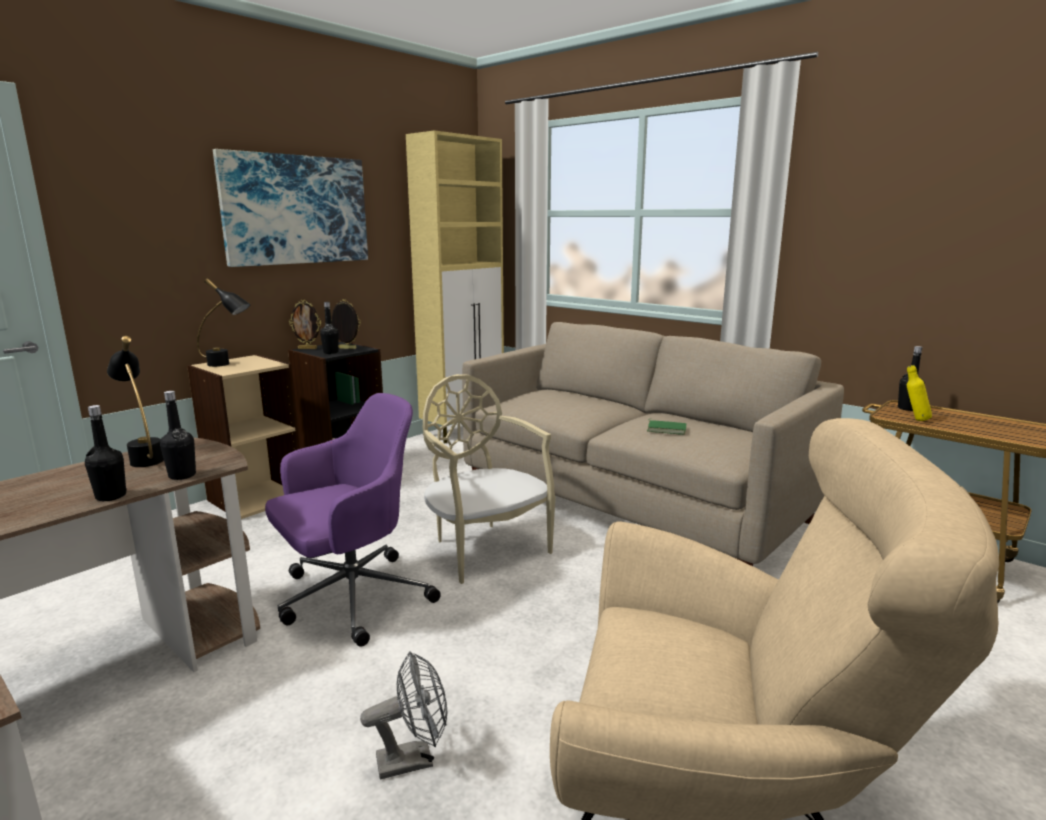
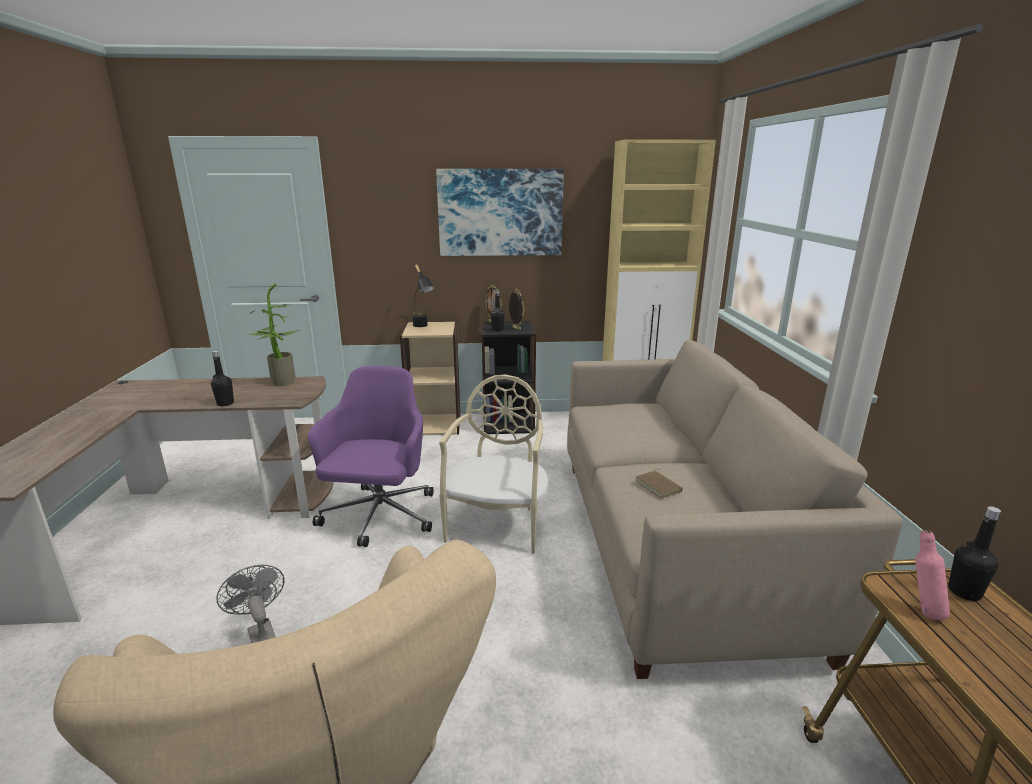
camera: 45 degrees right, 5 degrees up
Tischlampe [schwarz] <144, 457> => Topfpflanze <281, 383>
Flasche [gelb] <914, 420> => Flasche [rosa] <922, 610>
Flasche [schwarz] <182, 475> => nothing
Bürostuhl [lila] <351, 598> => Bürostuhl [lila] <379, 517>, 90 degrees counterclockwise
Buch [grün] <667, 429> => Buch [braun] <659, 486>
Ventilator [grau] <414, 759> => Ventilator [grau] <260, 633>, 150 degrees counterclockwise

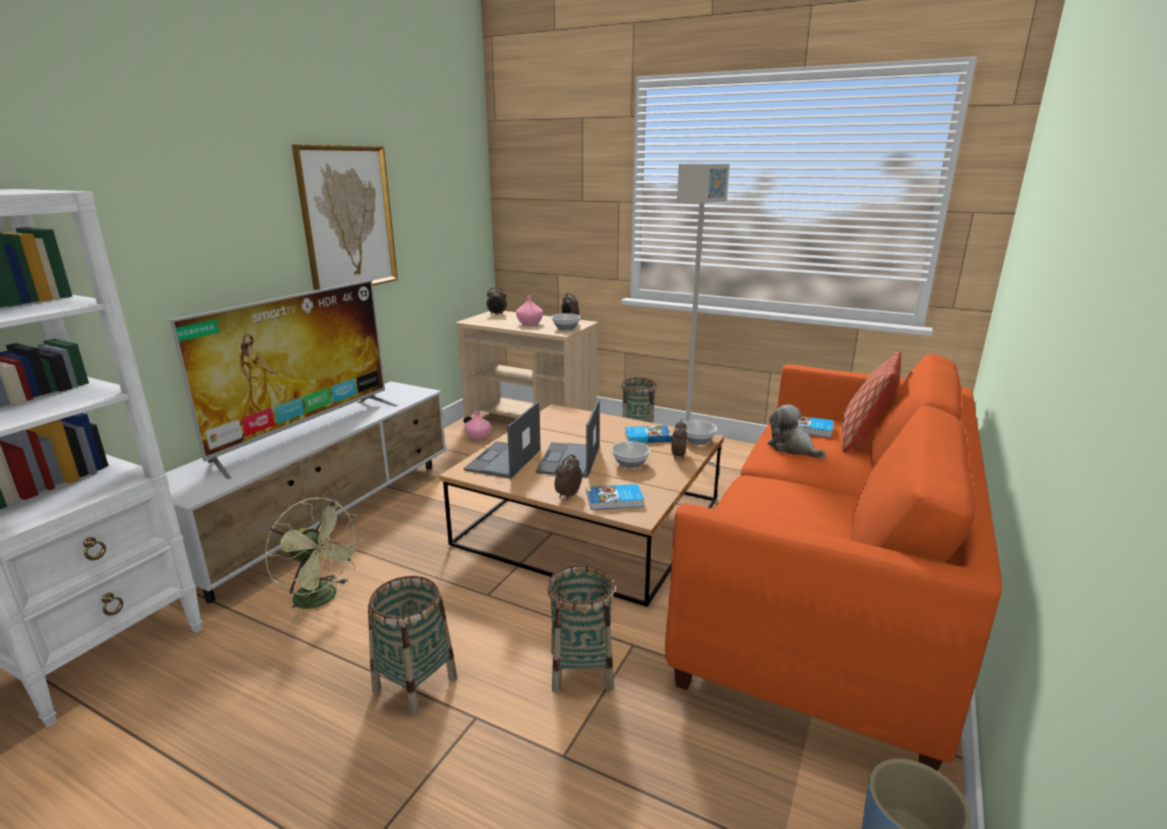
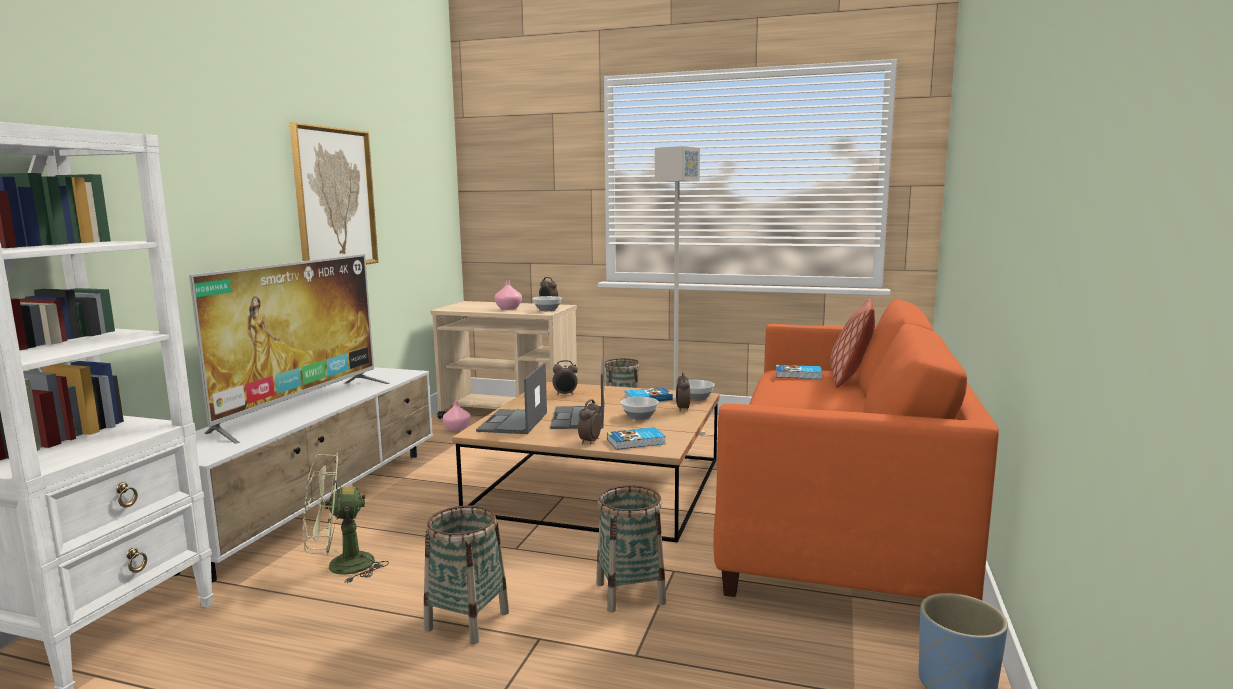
camera: 10 degrees left, 10 degrees down
Wecker <497, 315> => Wecker <565, 394>, move
Plüschtier <792, 448> => nothing
Ventilator [grün] <323, 599> => Ventilator [grün] <340, 567>, 135 degrees clockwise

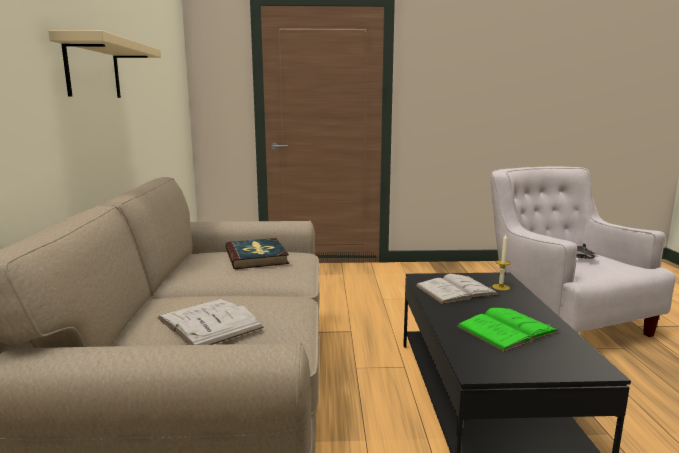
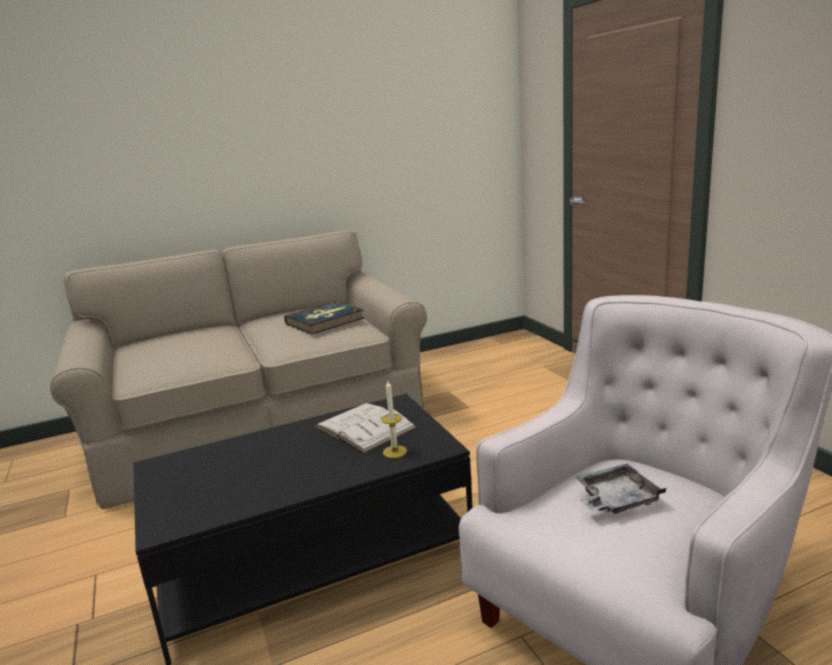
camera: 70 degrees right, 5 degrees up
Wandregal [beige] <93, 69> => nothing
Buch [weiß] <209, 323> => nothing
Buch [grün] <507, 329> => nothing

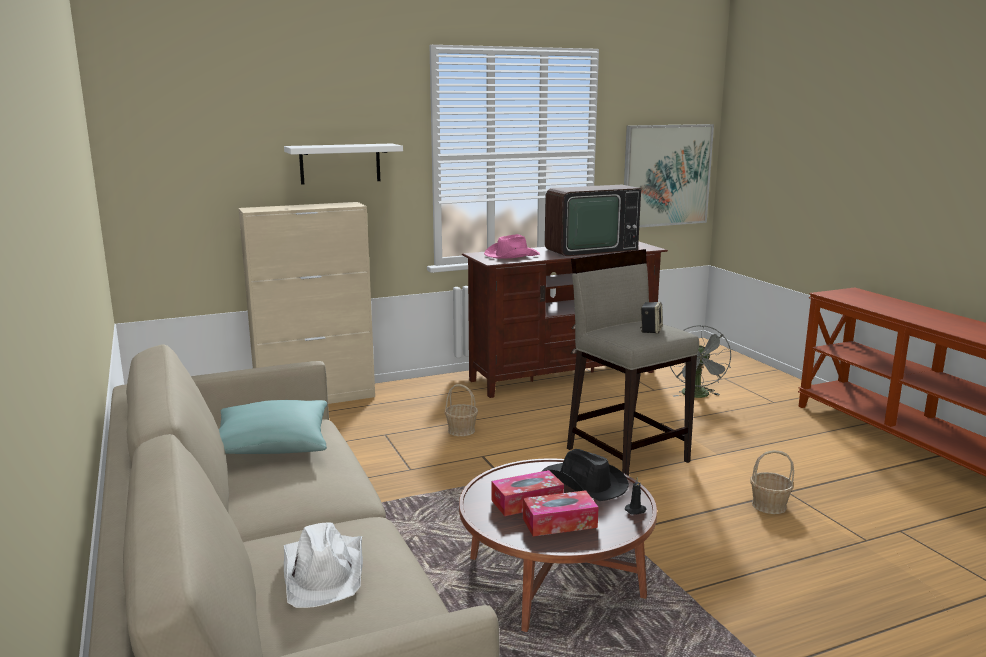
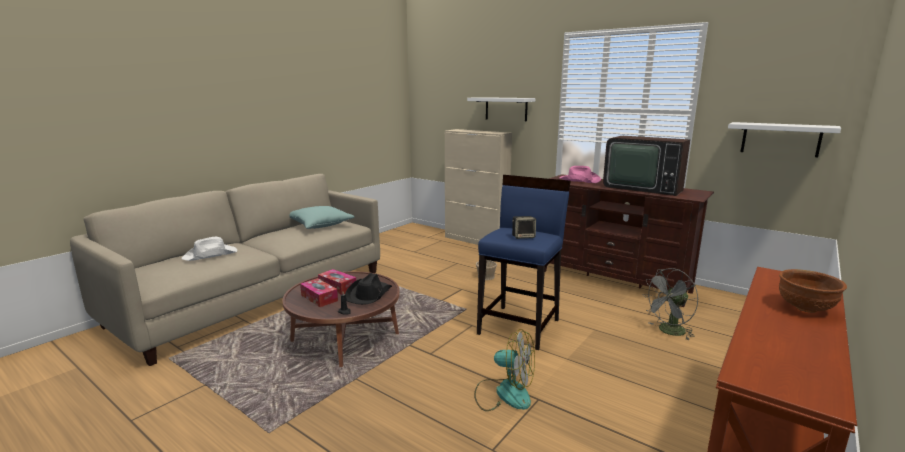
camera: 60 degrees right, 0 degrees up
Bild <666, 175> => Wandregal [weiß] <780, 139>
Hocker [beige] <627, 454> => Hocker [blau] <519, 326>
Korb <768, 505> => Ventilator <504, 393>
nothing => Schüssel [braun] <804, 309>

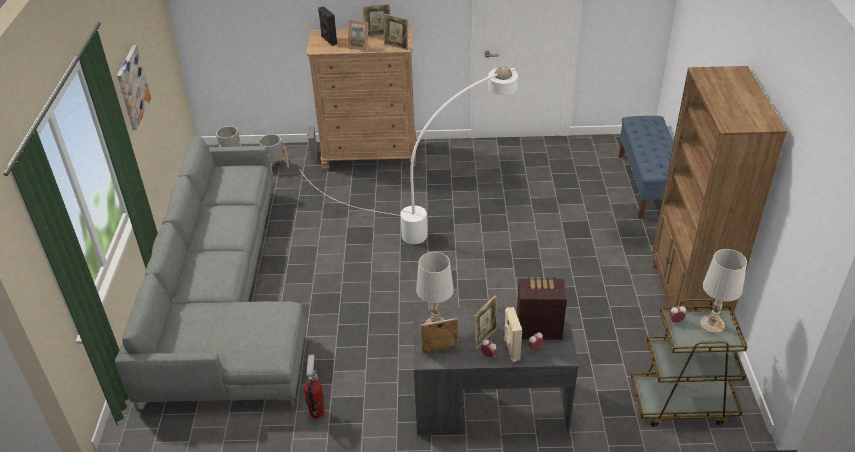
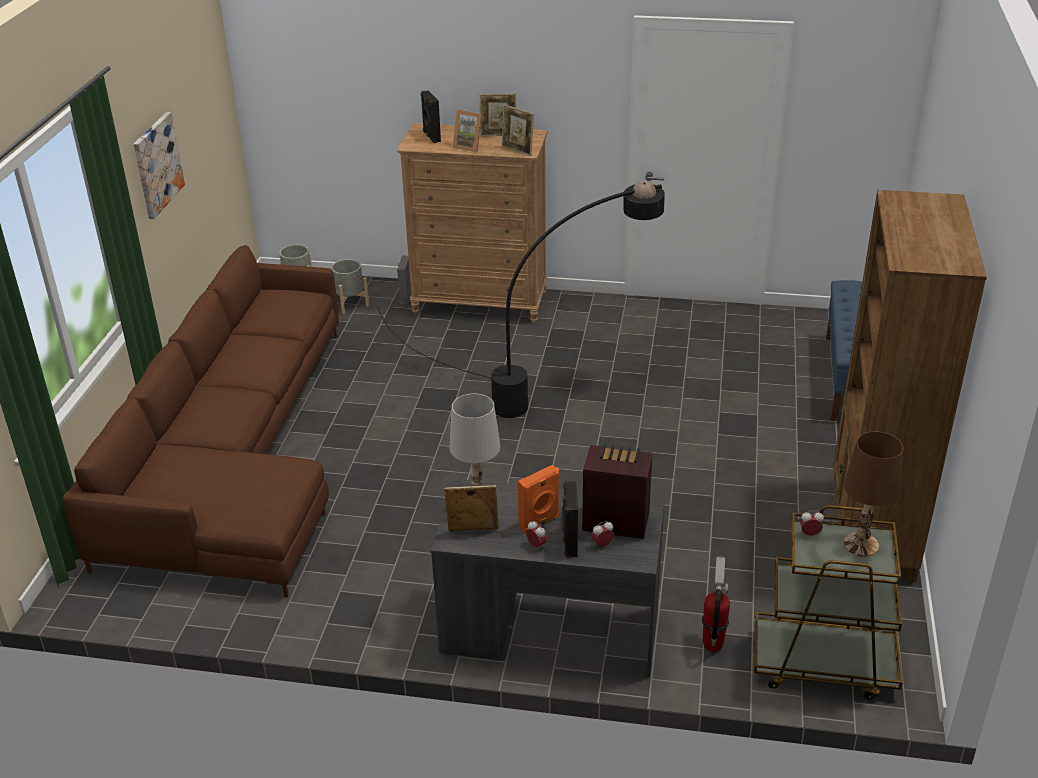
camera: 10 degrees right, 5 degrees down
Stehlampe [weiß] <434, 218> => Stehlampe [schwarz] <544, 388>
Sofa [grau] <223, 299> => Sofa [braun] <236, 456>
Tischlampe [weiß] <711, 324> => Tischlampe [braun] <860, 544>
Bilderrahmen <485, 337> => Lautsprecher [orange] <540, 523>
Lautsprecher [beige] <511, 349> => Lautsprecher [schwarz] <569, 542>
Feuerlöscher <317, 412> => Feuerlöscher <712, 644>, move

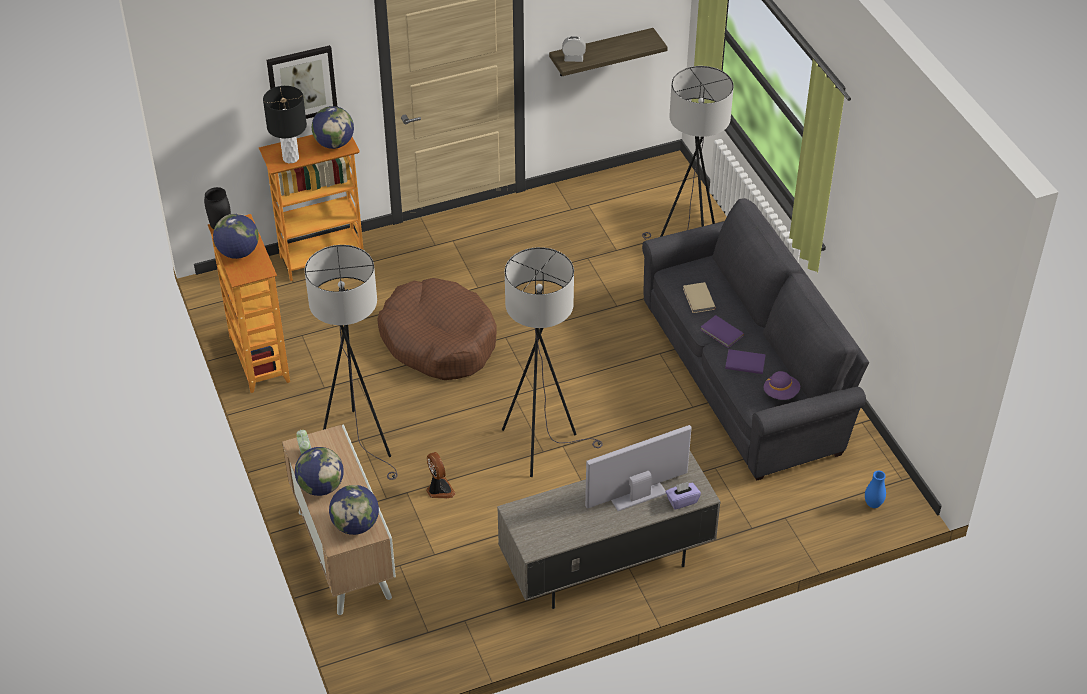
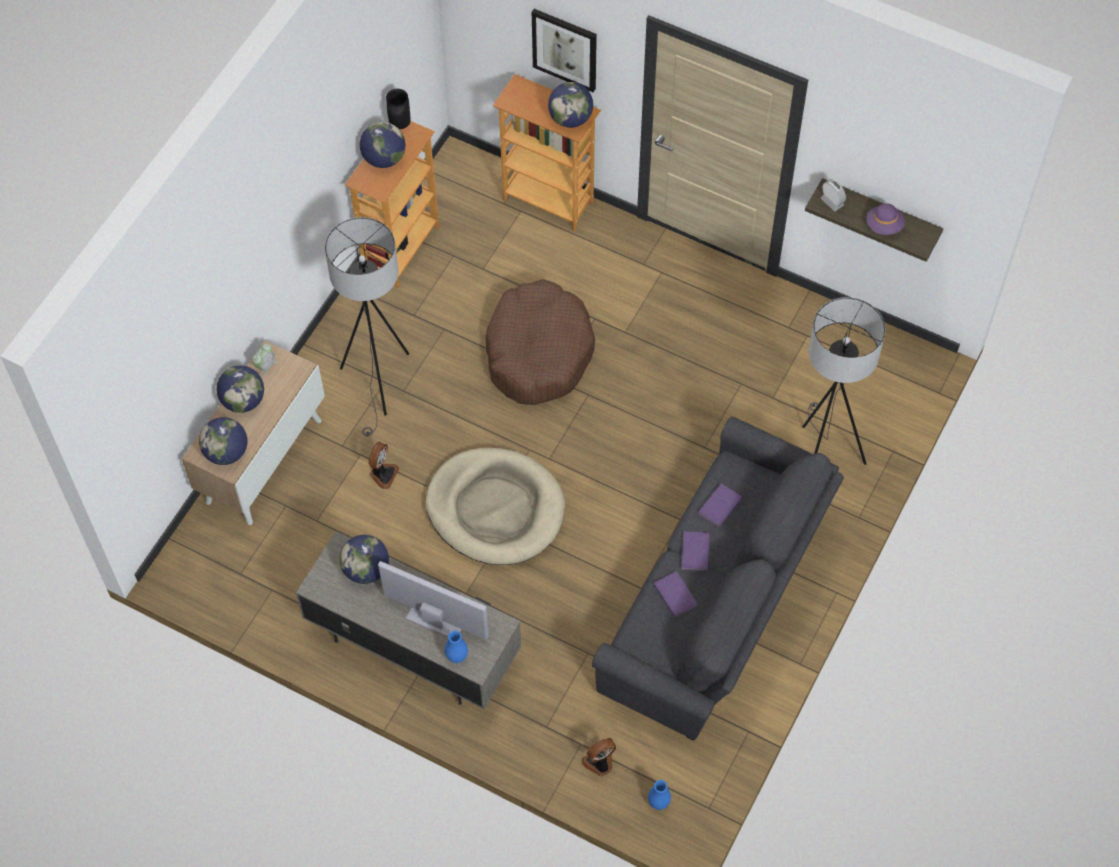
camera: 50 degrees right, 15 degrees up
Tischlampe [schwarz] <291, 158> => nothing
Stehlampe [grau] <542, 444> => Hundebett [beige] <495, 509>
Buch [beige] <698, 299> => Buch [lila] <718, 506>
Hut [lila] <781, 393> => Hut [lila] <884, 225>, move
Taschentuchbox [lila] <682, 501> => Vase [blau] <457, 657>
nothing => Globus <366, 569>
nothing => Ventilator <600, 763>

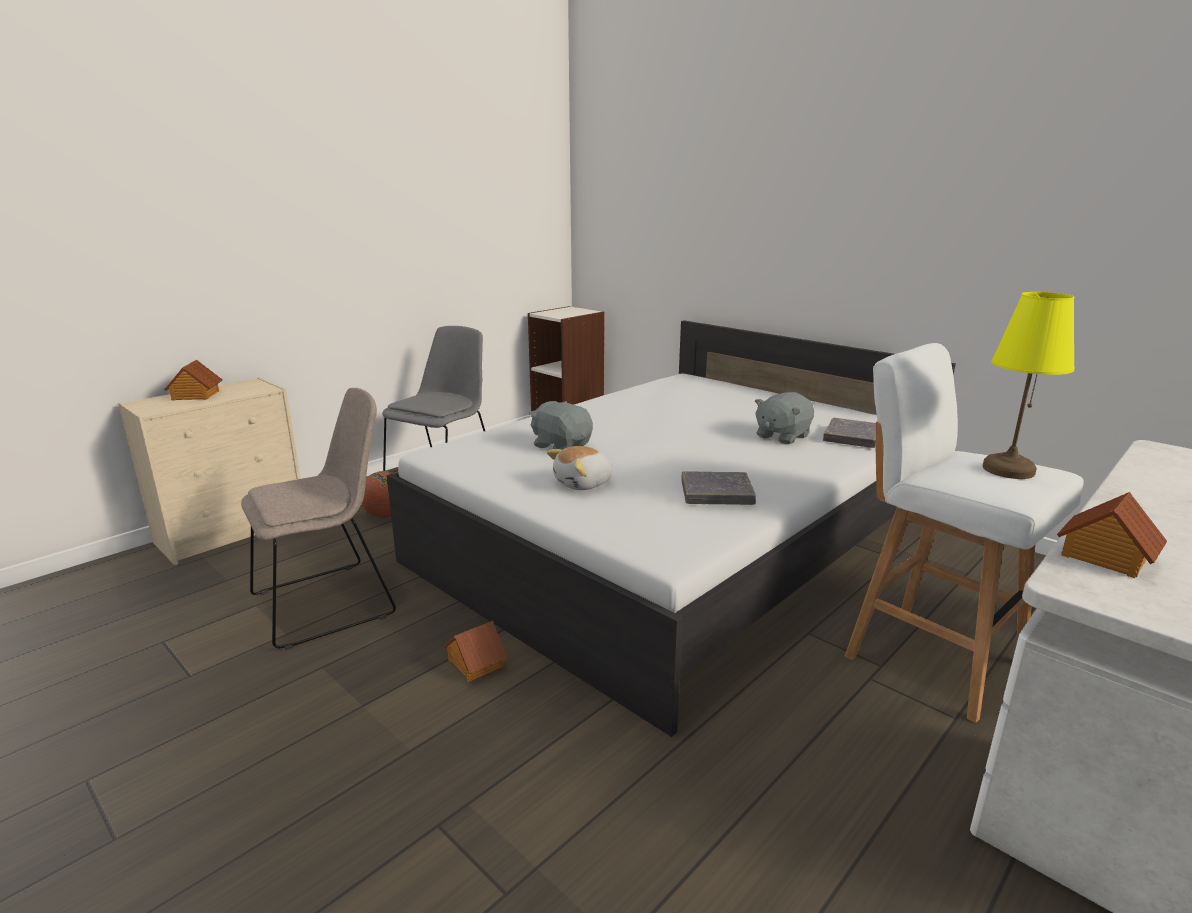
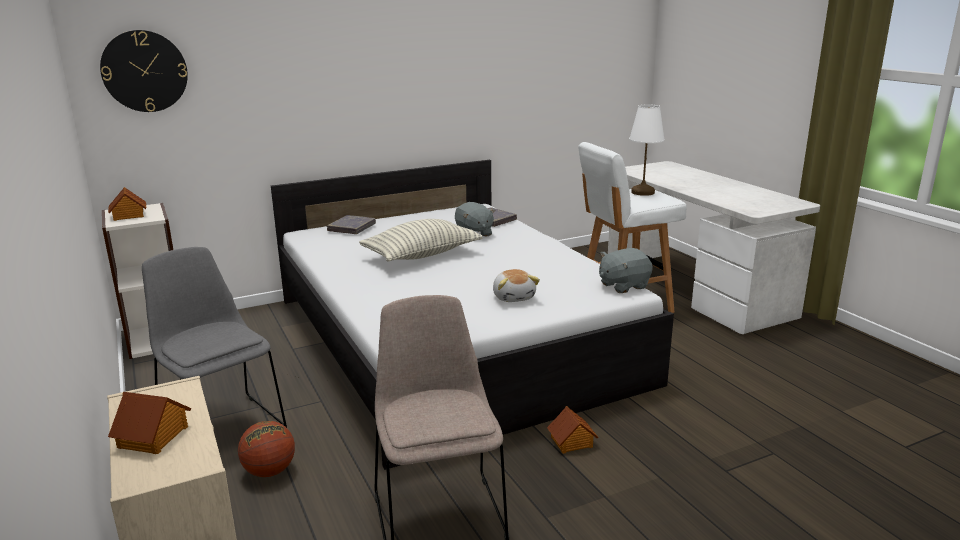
camera: 70 degrees left, 0 degrees up
Tischlampe [gelb] <1008, 470> => Tischlampe [weiß] <643, 192>
Plüschtier [grau] <561, 446> => Plüschtier [grau] <623, 285>, move
Buch [grau] <716, 493> => Buch [grau] <352, 228>, move
Spielzeughaus <1104, 556> => Spielzeughaus <128, 215>, move
nothing => Wanduhr <144, 71>
nothing => Kissen <421, 255>

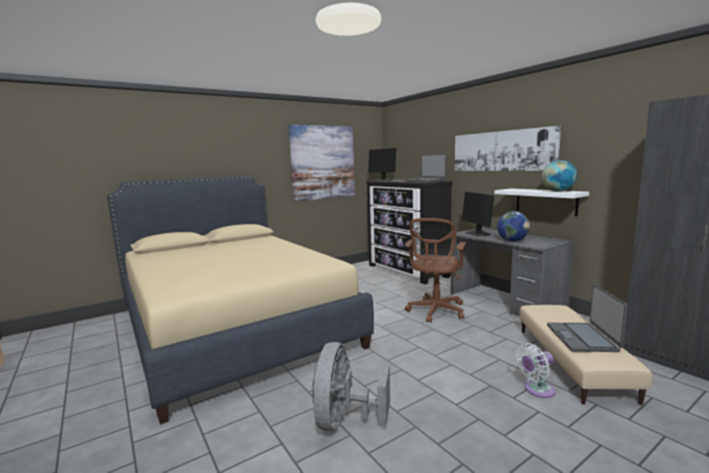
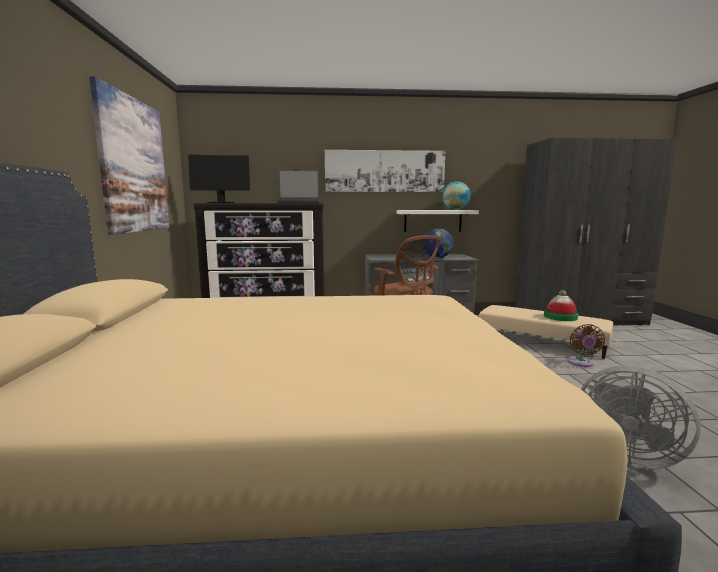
camera: 60 degrees left, 0 degrees up
Monitor <477, 234> => nothing
Laptop <582, 338> => Hut <560, 317>
Ventilator [weiß] <536, 390> => Ventilator [braun] <581, 363>

